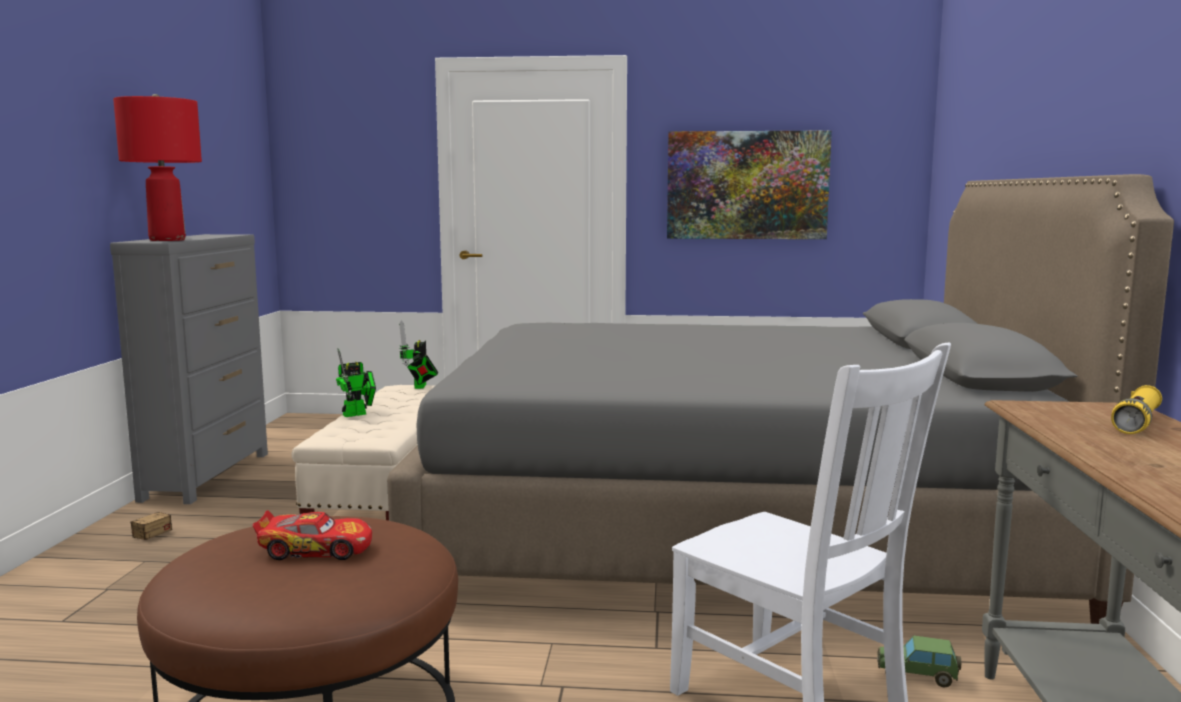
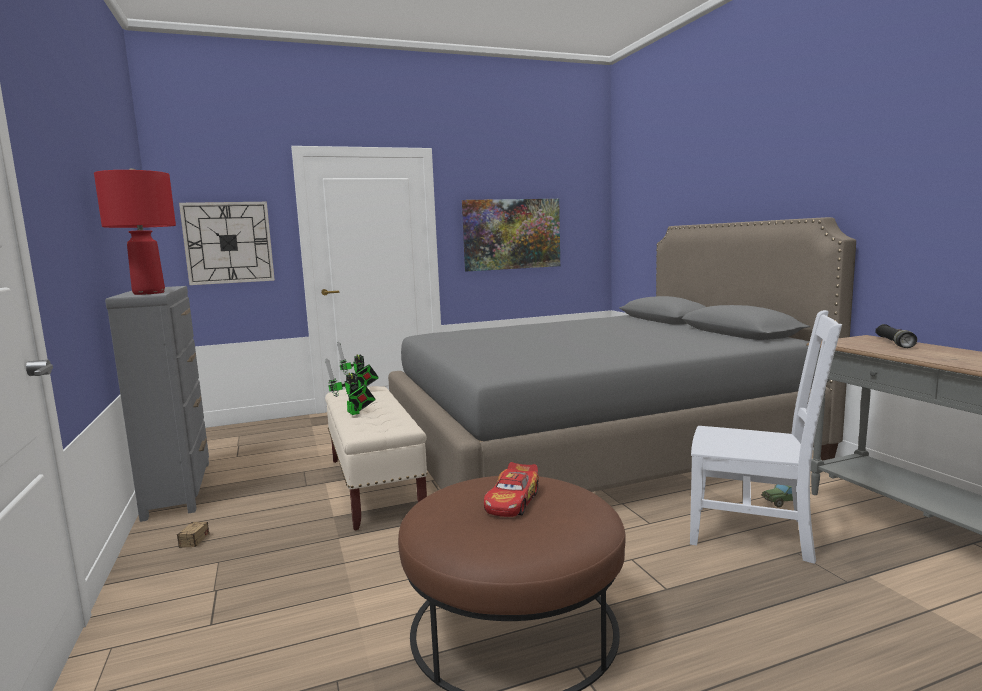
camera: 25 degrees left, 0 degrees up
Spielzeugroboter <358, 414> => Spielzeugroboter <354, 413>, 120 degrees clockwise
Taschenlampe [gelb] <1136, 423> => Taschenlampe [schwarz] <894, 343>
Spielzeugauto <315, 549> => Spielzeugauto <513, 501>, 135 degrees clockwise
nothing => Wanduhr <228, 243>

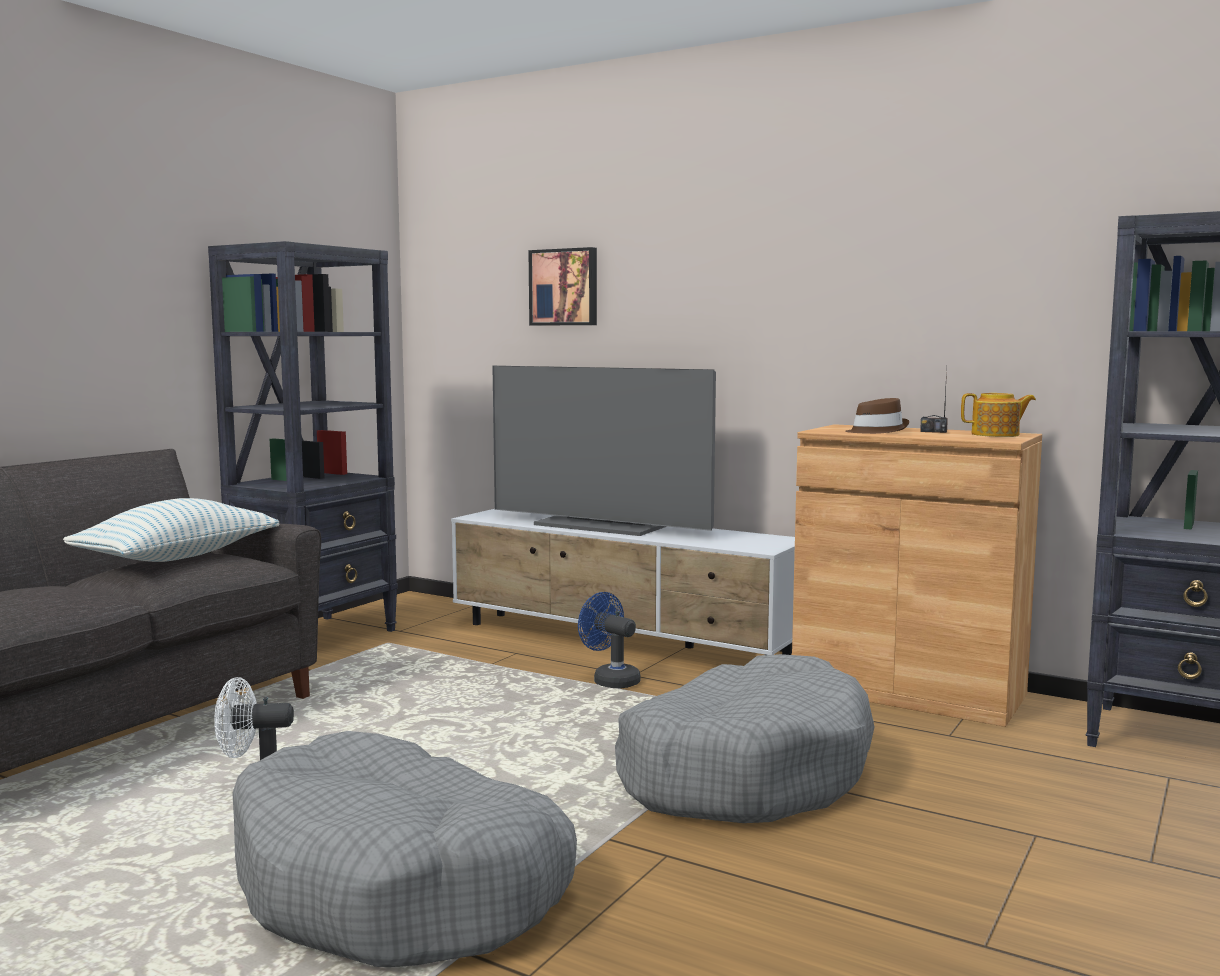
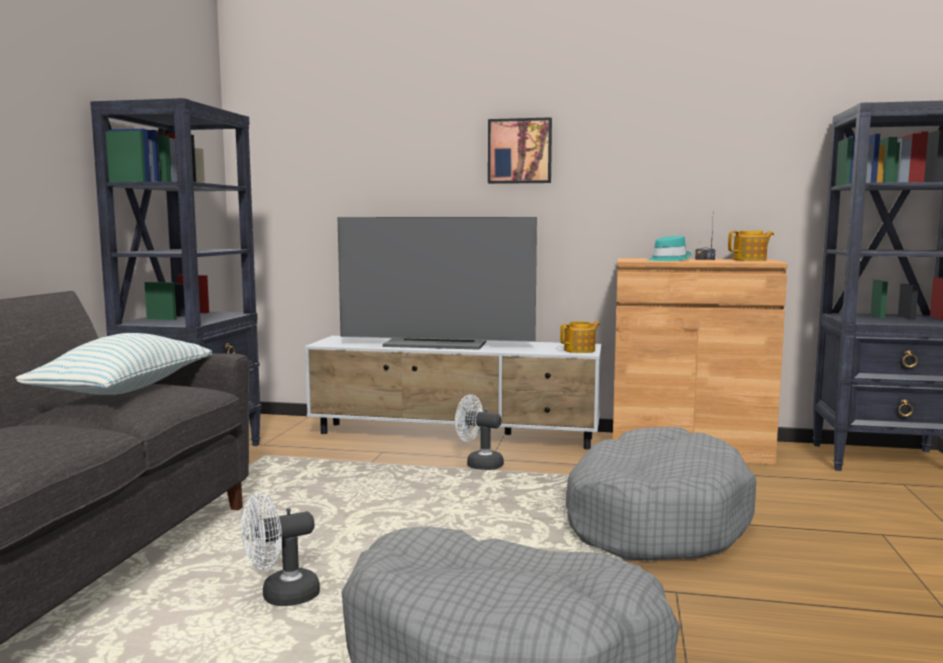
camera: 20 degrees left, 0 degrees up
Bild <564, 287> => Bild <520, 151>, move
Hut [braun] <876, 431> => Hut [türkis] <667, 260>
Ventilator [blau] <610, 680> => Ventilator [weiß] <479, 464>
nothing => Teekanne <580, 350>

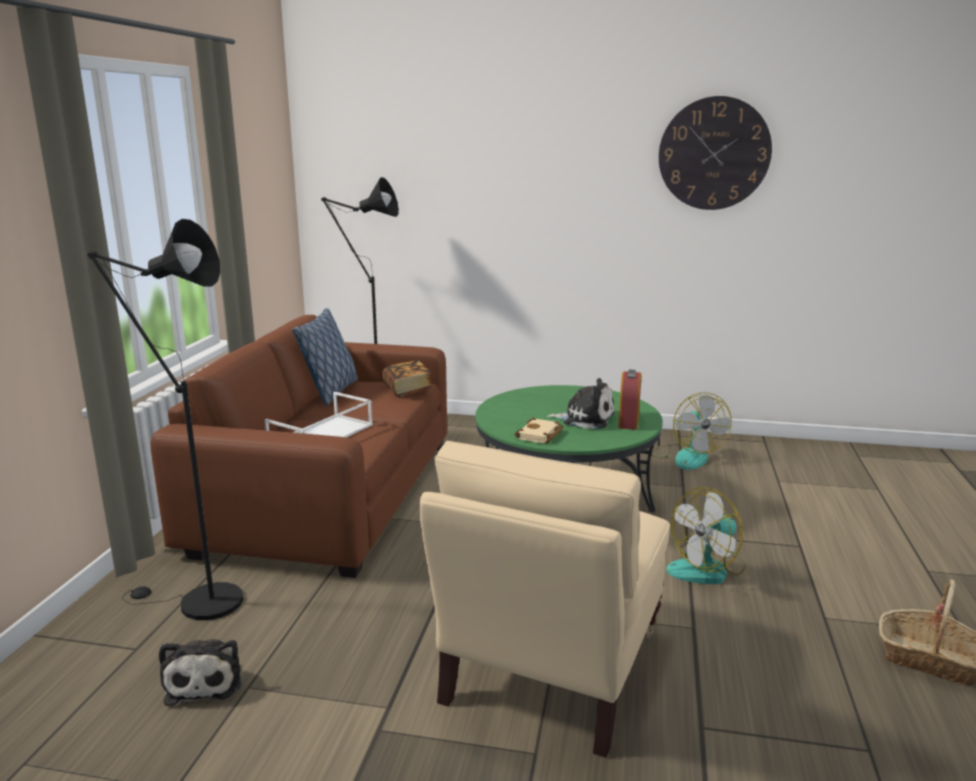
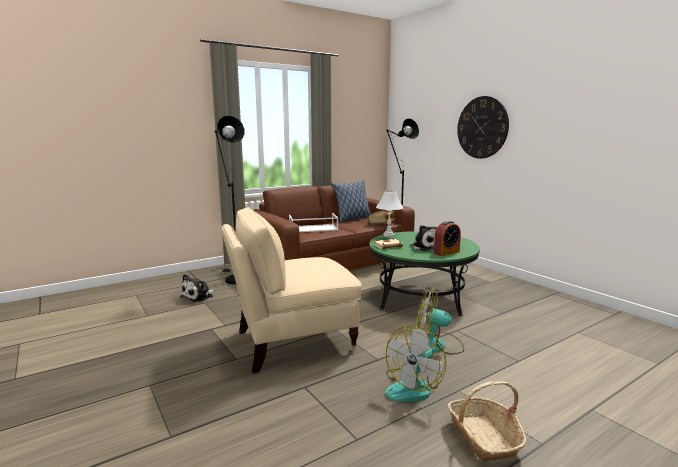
camera: 45 degrees right, 5 degrees down
Wanduhr <714, 154> => Wanduhr <482, 127>, move
Ventilator <686, 456> => Ventilator <413, 387>, move
nothing => Tischlampe [weiß] <388, 235>

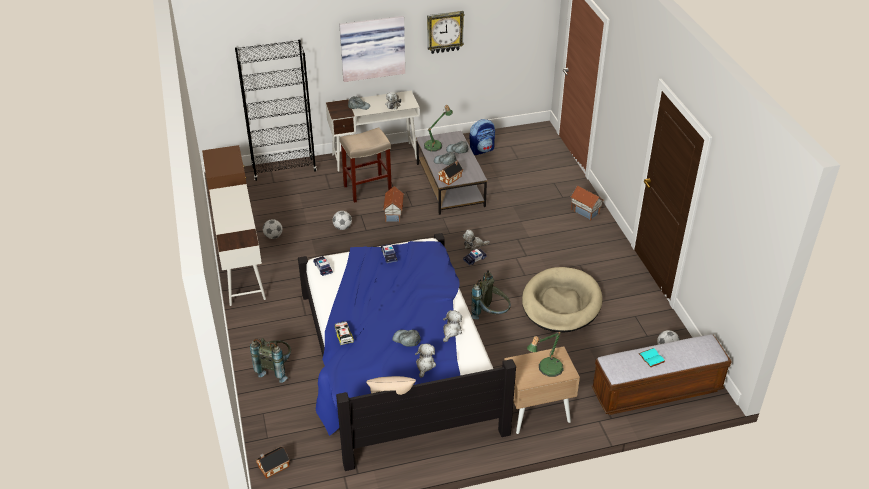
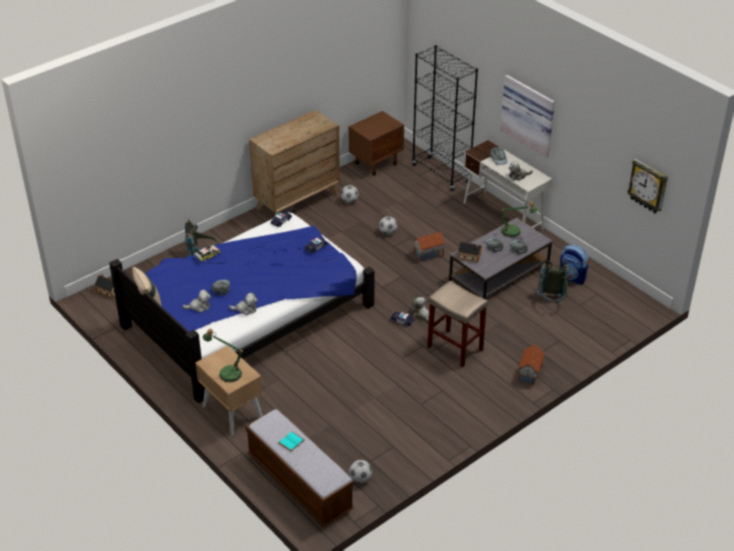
camera: 65 degrees right, 0 degrees up
Wanduhr <445, 32> => Wanduhr <648, 186>, move
Hocker [beige] <367, 189> => Hocker [beige] <454, 348>, move
Schreibtisch [weiß] <242, 271> => Kommode [braun] <297, 201>
Hundebett [beige] <561, 303> => nothing
Rucksack [grau] <491, 315> => Rucksack [grau] <551, 302>, move

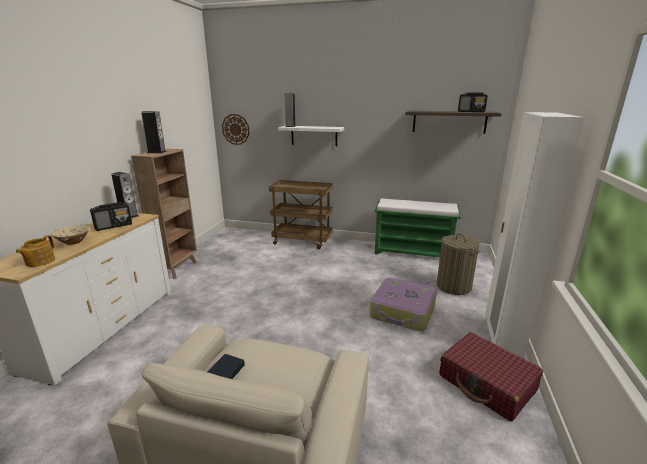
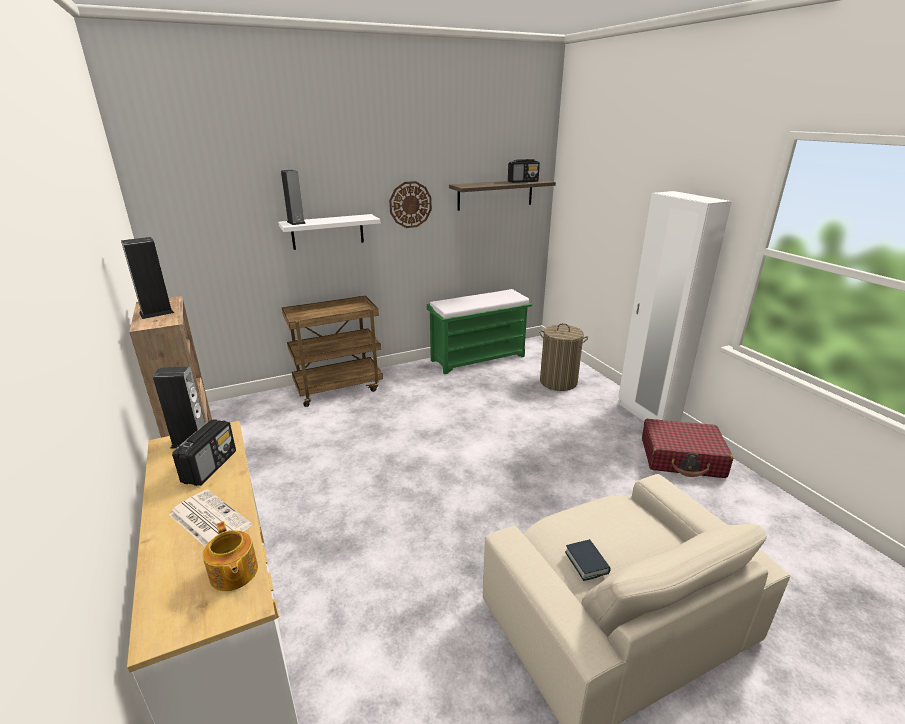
camera: 40 degrees left, 5 degrees up
Wanduhr <235, 129> => Wanduhr <410, 204>, move
Schüssel [beige] <73, 242> => Zeitung <208, 520>
Koffer <403, 312> => nothing

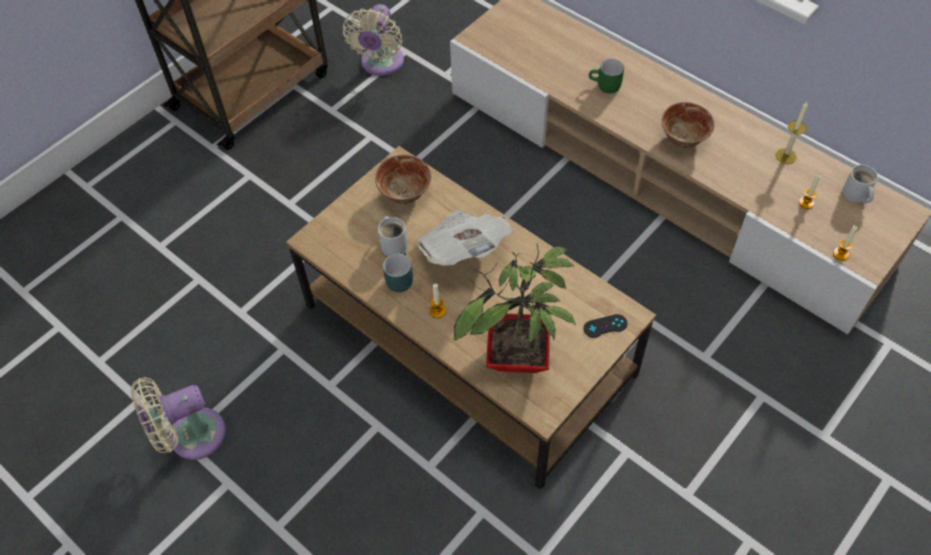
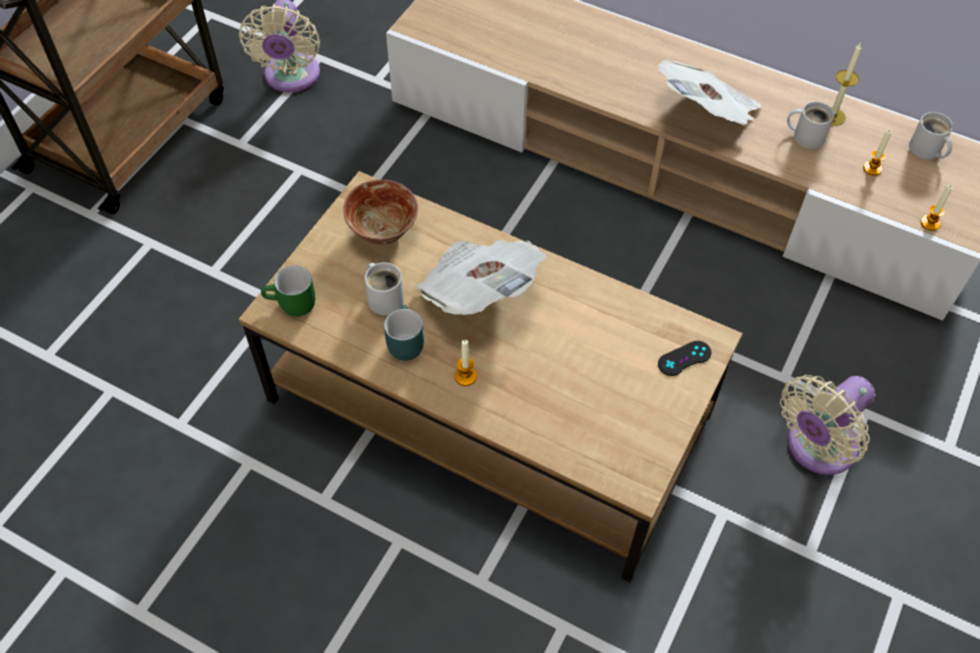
camera: 15 degrees left, 0 degrees up
Henkelbecher [grün] <605, 87> => Henkelbecher [grün] <292, 306>, move
Schüssel <683, 139> => Zeitung <707, 113>
Topfpflanze <517, 360> => nothing
Ventilator [beige] <191, 436> => Ventilator [beige] <816, 448>, move
nothing => Henkelbecher [weiß] <806, 135>

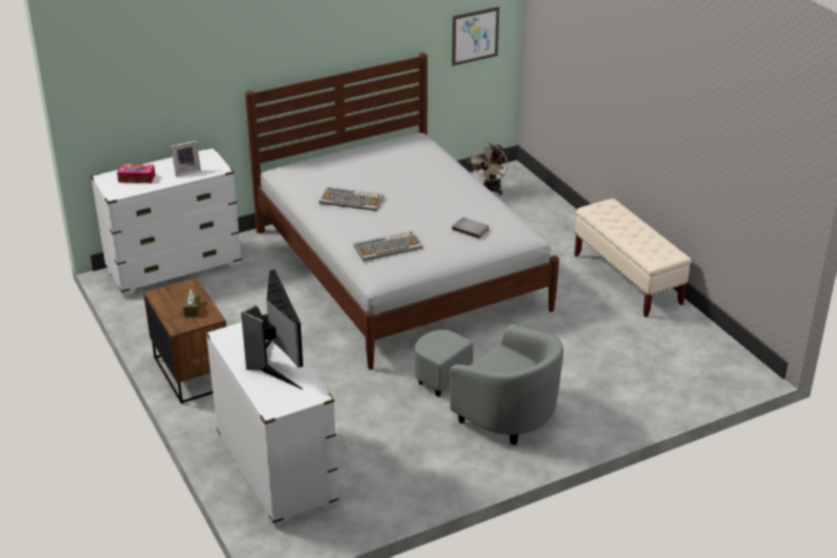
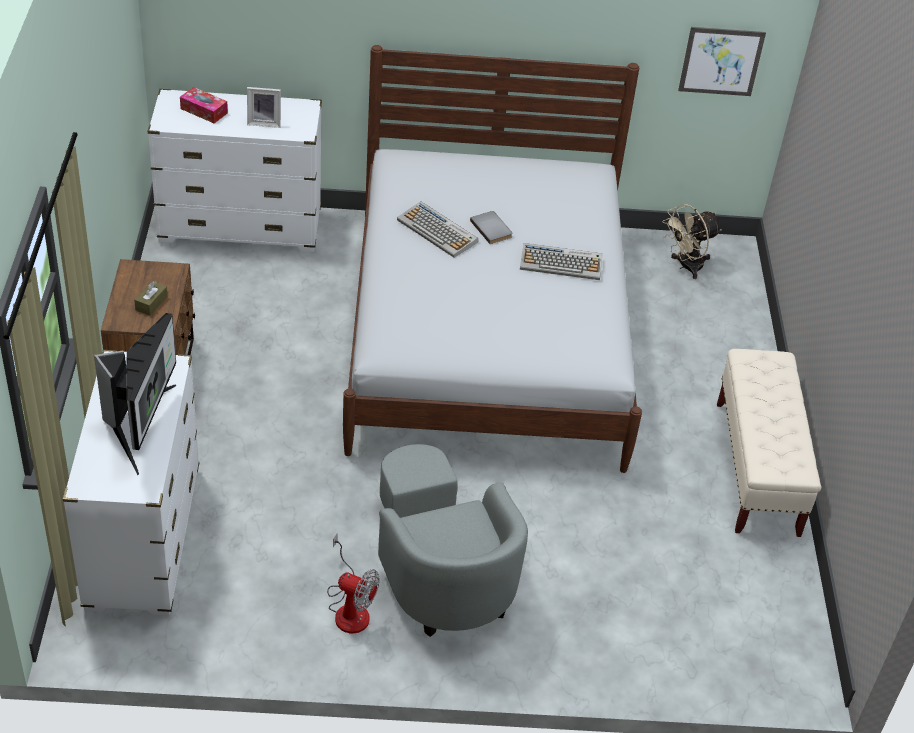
camera: 25 degrees right, 10 degrees up
Buch [grau] <471, 228> => Buch [grau] <492, 228>, move
Tastatur <388, 247> => Tastatur <561, 263>, move
nothing => Ventilator <349, 608>

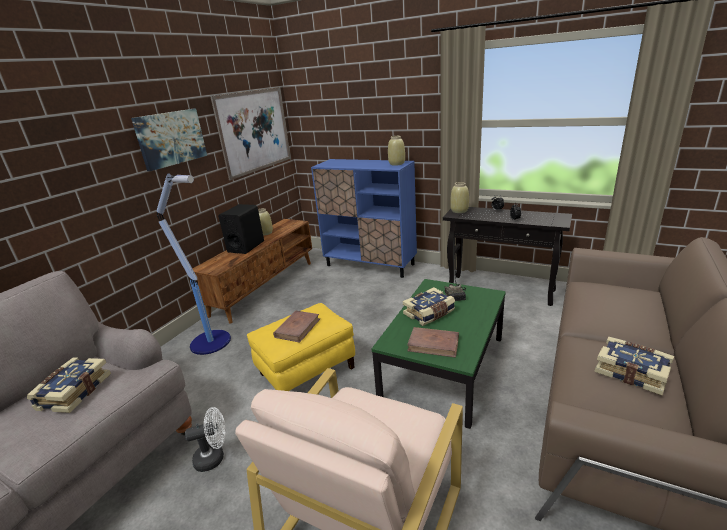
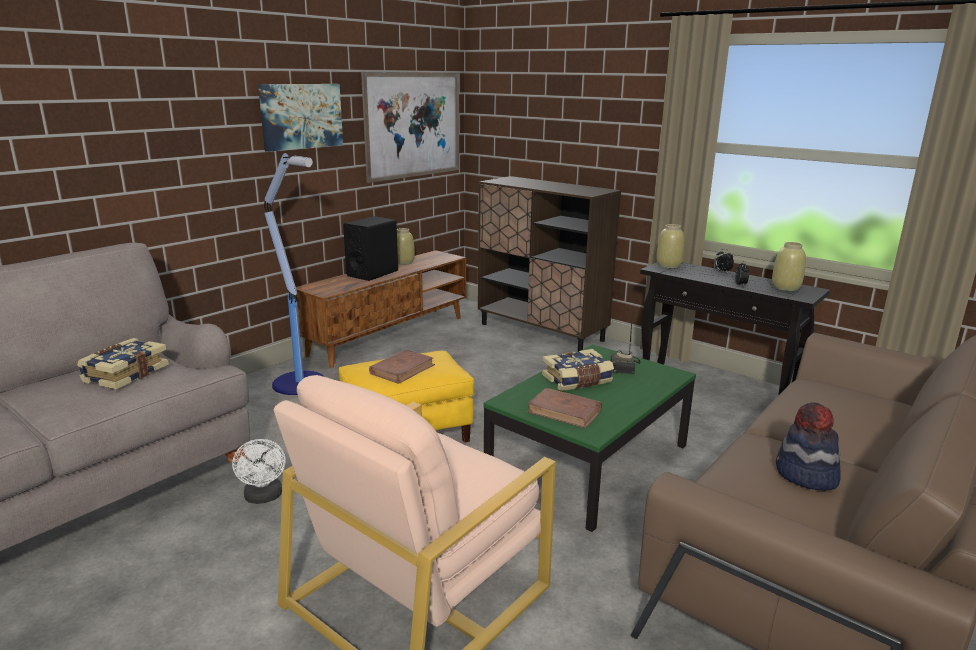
camera: 10 degrees right, 5 degrees down
Vase [beige] <397, 164> => Vase [beige] <786, 288>, move
Schrank [blau] <370, 265> => Schrank [braun] <542, 332>
Buch <631, 372> => Hut <805, 475>
Ventilator [weiß] <214, 457> => Ventilator [weiß] <264, 497>, 75 degrees clockwise

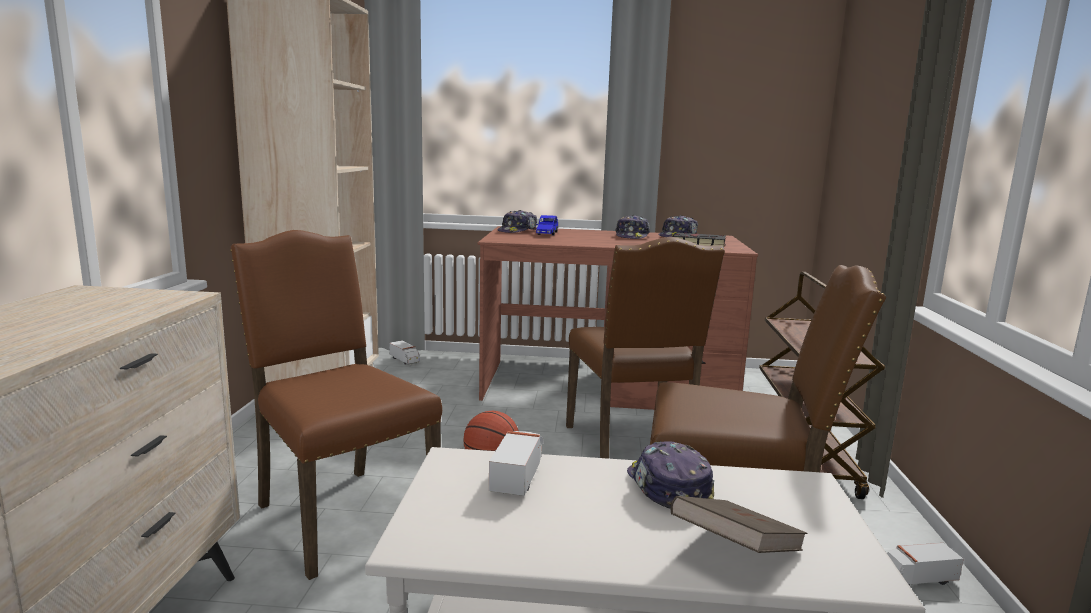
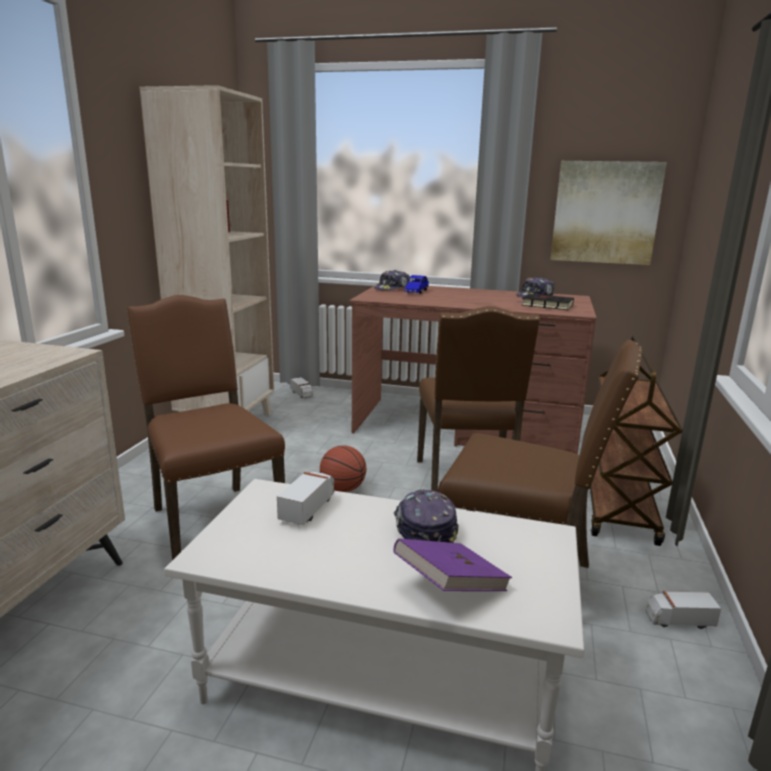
camera: 10 degrees right, 5 degrees up
Kappe <632, 236> => nothing
Buch [braun] <736, 552> => Buch [lila] <450, 586>
nothing => Bild <605, 212>

